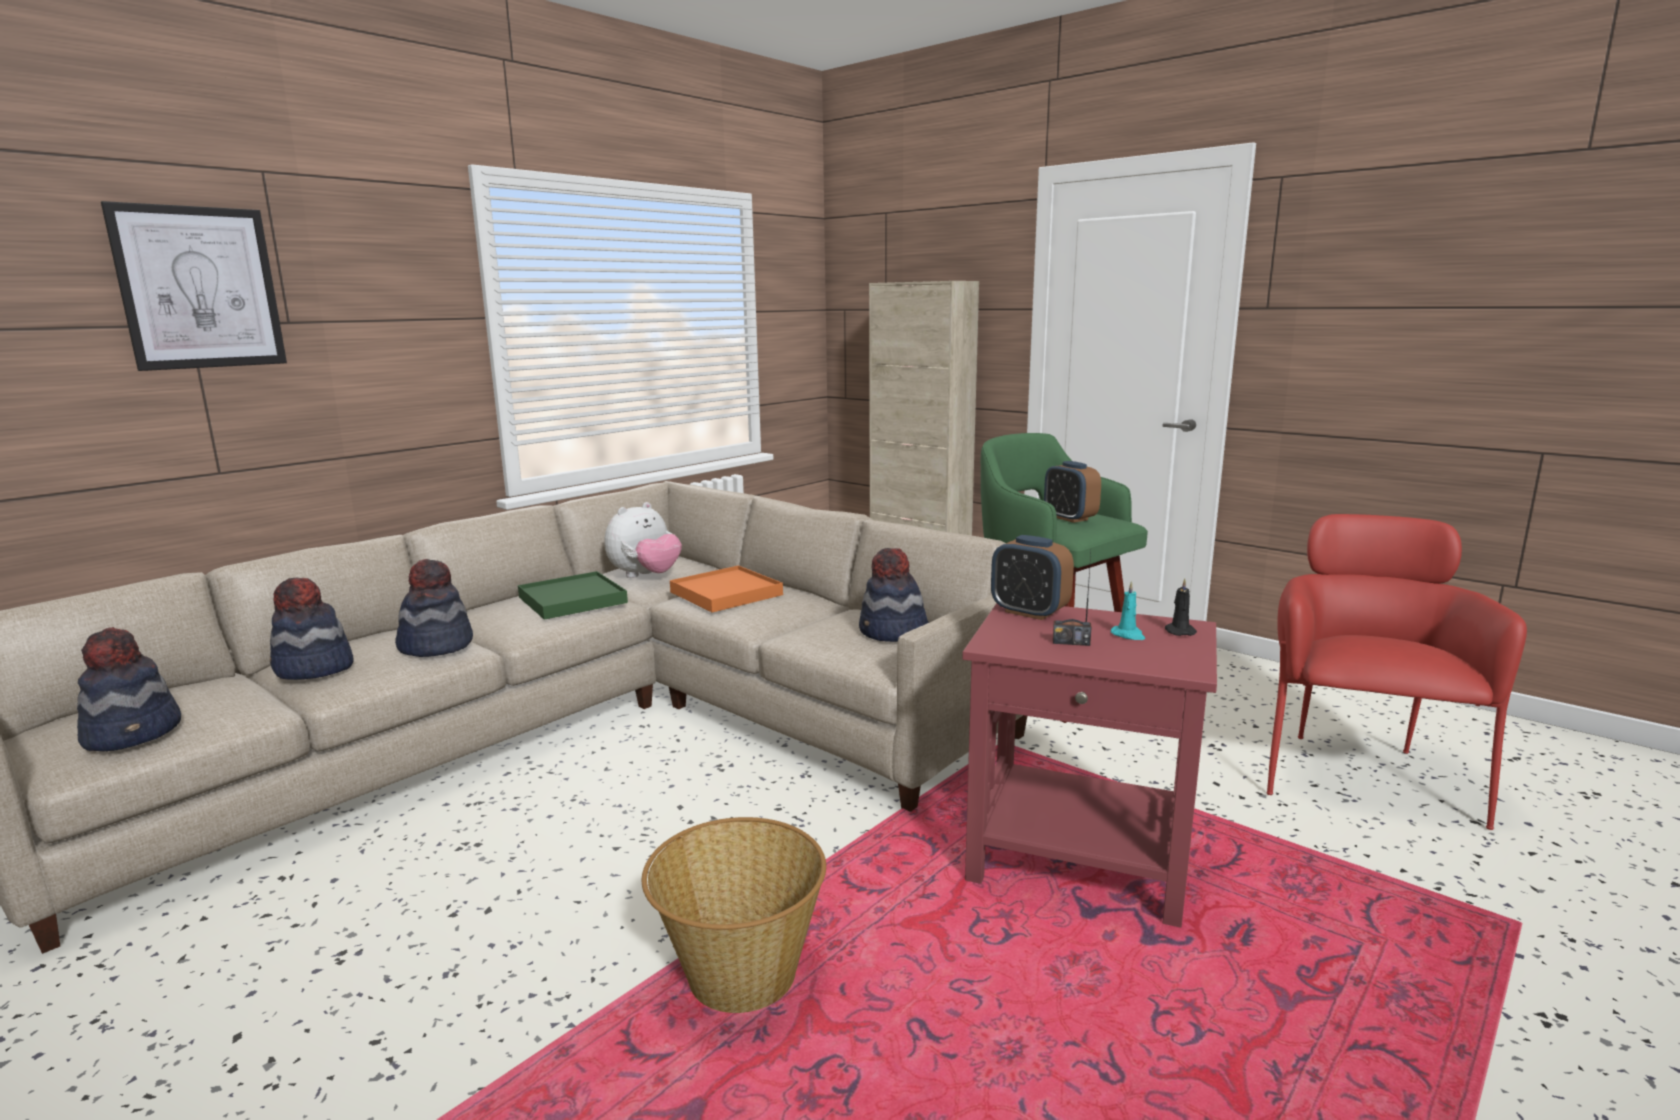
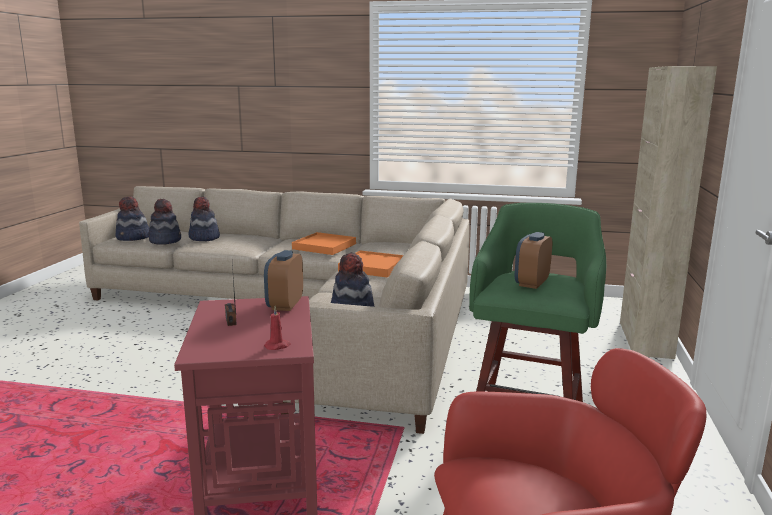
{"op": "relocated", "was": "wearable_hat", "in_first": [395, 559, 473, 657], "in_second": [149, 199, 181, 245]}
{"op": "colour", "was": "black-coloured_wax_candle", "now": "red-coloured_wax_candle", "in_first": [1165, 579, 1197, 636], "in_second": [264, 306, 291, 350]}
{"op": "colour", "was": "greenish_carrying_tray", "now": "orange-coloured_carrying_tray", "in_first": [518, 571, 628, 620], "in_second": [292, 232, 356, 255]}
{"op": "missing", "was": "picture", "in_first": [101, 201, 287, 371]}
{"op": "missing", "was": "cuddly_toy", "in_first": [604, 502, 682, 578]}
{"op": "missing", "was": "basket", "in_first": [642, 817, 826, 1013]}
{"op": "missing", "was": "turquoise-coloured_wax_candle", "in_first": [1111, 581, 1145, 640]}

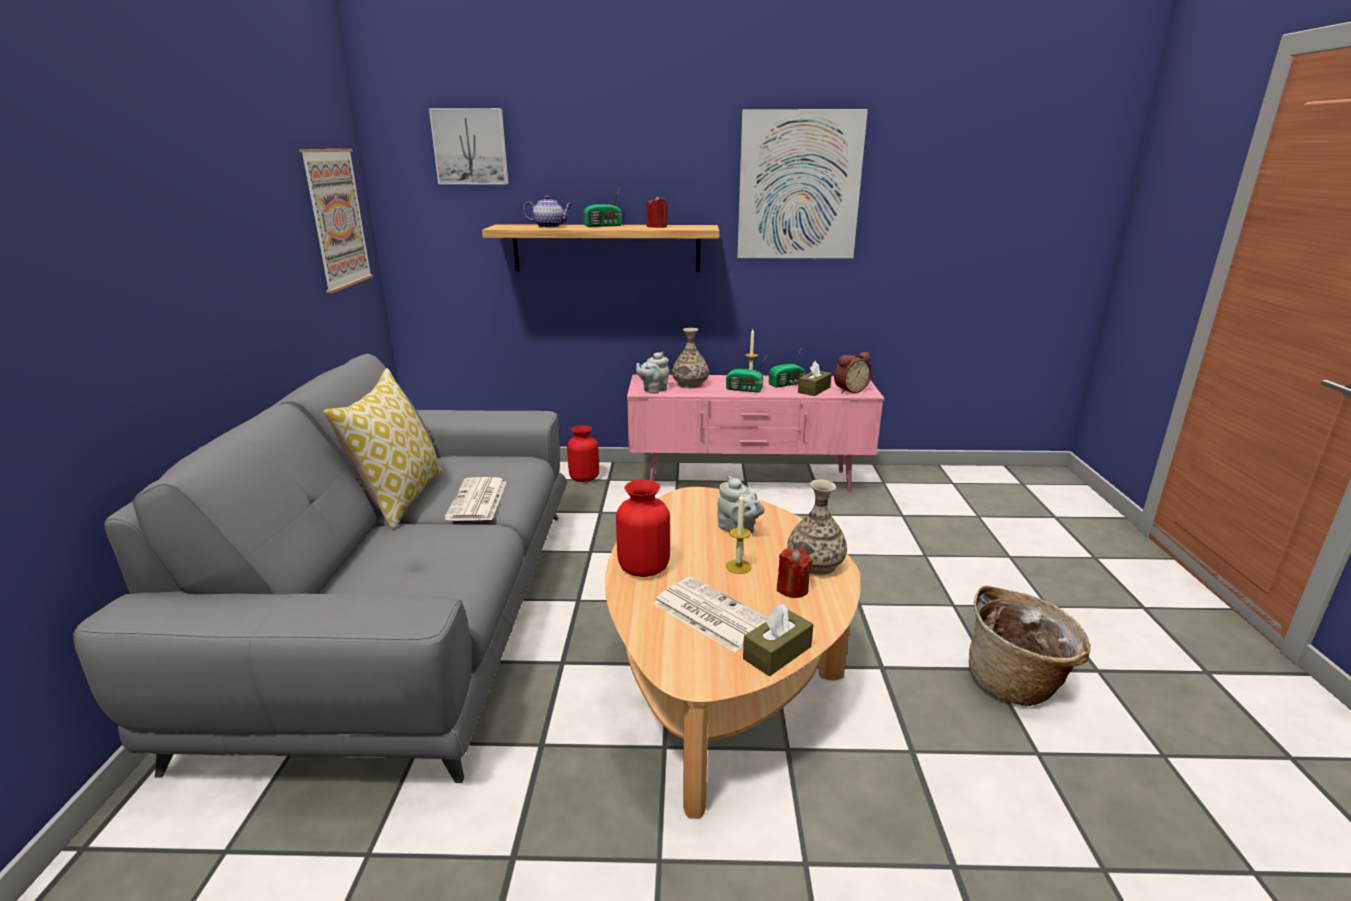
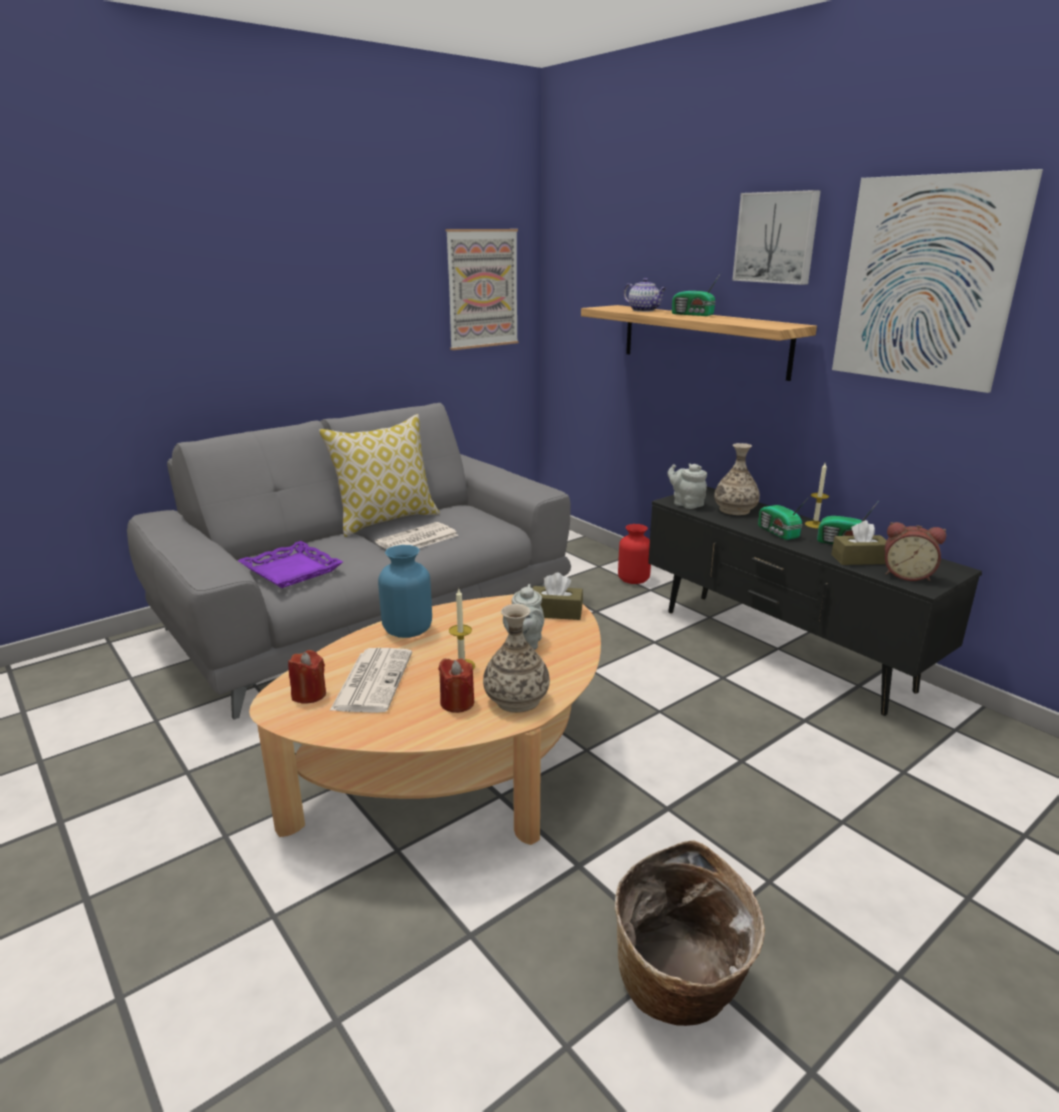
{"op": "appeared", "now": "purple-coloured_carrying_tray", "in_second": [238, 541, 343, 588]}
{"op": "relocated", "was": "red-coloured_wax_candle", "in_first": [646, 196, 668, 228], "in_second": [288, 650, 326, 704]}
{"op": "colour", "was": "red-coloured_vase", "now": "bluish_vase", "in_first": [616, 479, 670, 577], "in_second": [378, 545, 432, 638]}
{"op": "relocated", "was": "brown-coloured_box_of_tissues", "in_first": [743, 604, 813, 676], "in_second": [533, 573, 583, 620]}
{"op": "colour", "was": "pinkish_tv_unit", "now": "black-coloured_tv_unit", "in_first": [627, 374, 884, 492], "in_second": [648, 487, 982, 716]}
{"op": "spun", "was": "gray_pot_for_tea", "in_first": [636, 352, 669, 394], "in_second": [667, 463, 707, 509], "clockwise": 45}
{"op": "relocated", "was": "picture", "in_first": [429, 108, 508, 184], "in_second": [732, 190, 821, 285]}

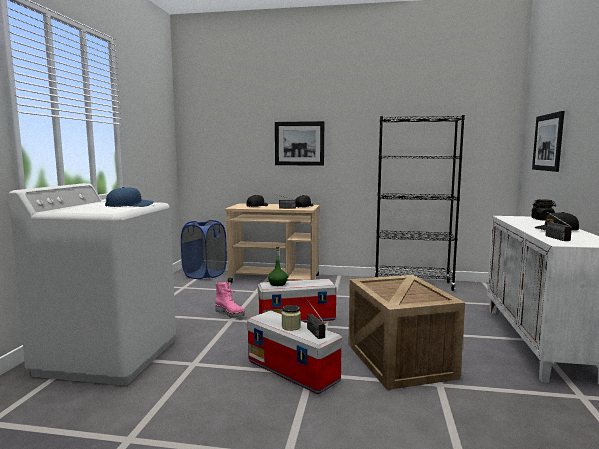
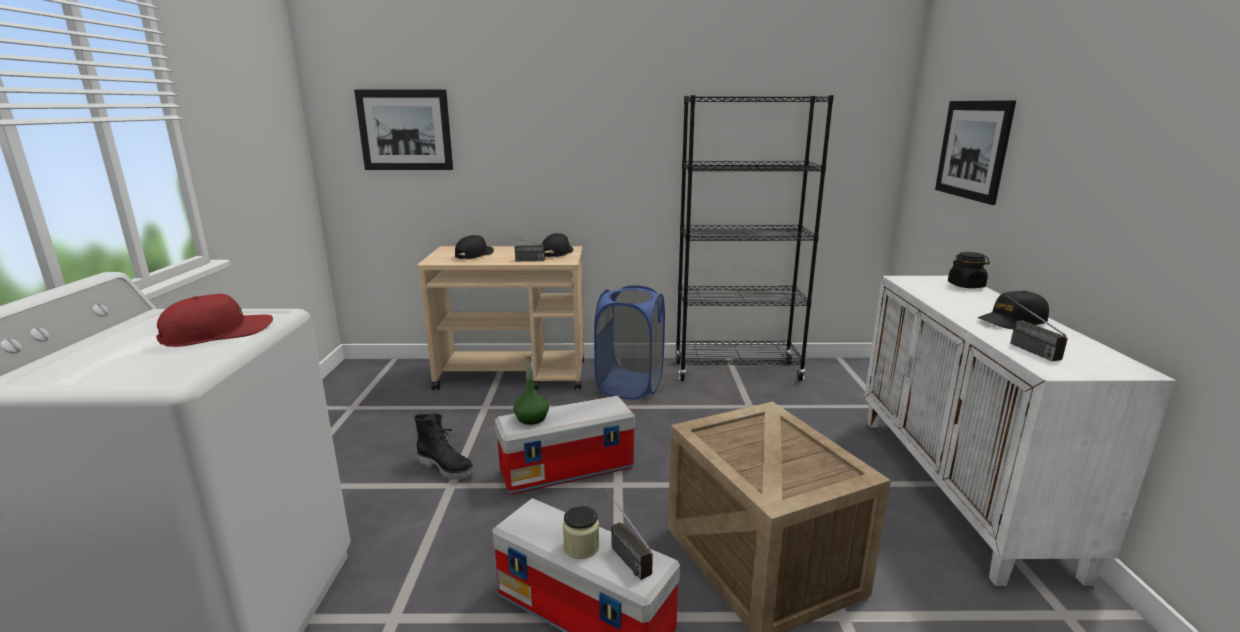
{"op": "colour", "was": "bluish_peaked_cap", "now": "red-coloured_peaked_cap", "in_first": [105, 187, 154, 207], "in_second": [156, 294, 273, 347]}
{"op": "relocated", "was": "picture", "in_first": [275, 121, 324, 165], "in_second": [354, 89, 453, 170]}
{"op": "colour", "was": "pinkish_high-top_boot", "now": "black-coloured_high-top_boot", "in_first": [215, 282, 245, 318], "in_second": [414, 414, 474, 480]}
{"op": "relocated", "was": "bluish_washing_basket", "in_first": [181, 220, 227, 279], "in_second": [594, 285, 665, 400]}

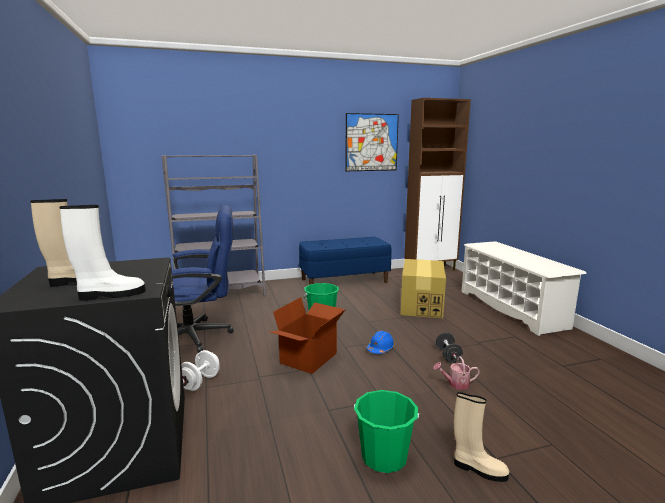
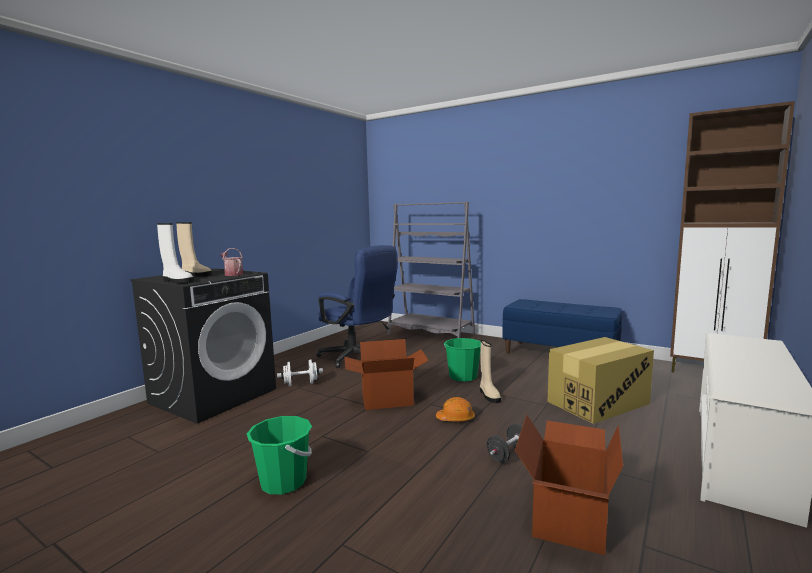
{"op": "relocated", "was": "sprinkling_can", "in_first": [434, 356, 480, 390], "in_second": [220, 248, 244, 276]}
{"op": "colour", "was": "bluish_work_helmet", "now": "orange-coloured_work_helmet", "in_first": [367, 331, 395, 354], "in_second": [436, 397, 475, 422]}
{"op": "relocated", "was": "beige_high-top_boot", "in_first": [454, 392, 509, 482], "in_second": [480, 340, 501, 403]}
{"op": "appeared", "now": "packing_box", "in_second": [515, 415, 623, 555]}
{"op": "missing", "was": "picture", "in_first": [345, 113, 399, 171]}

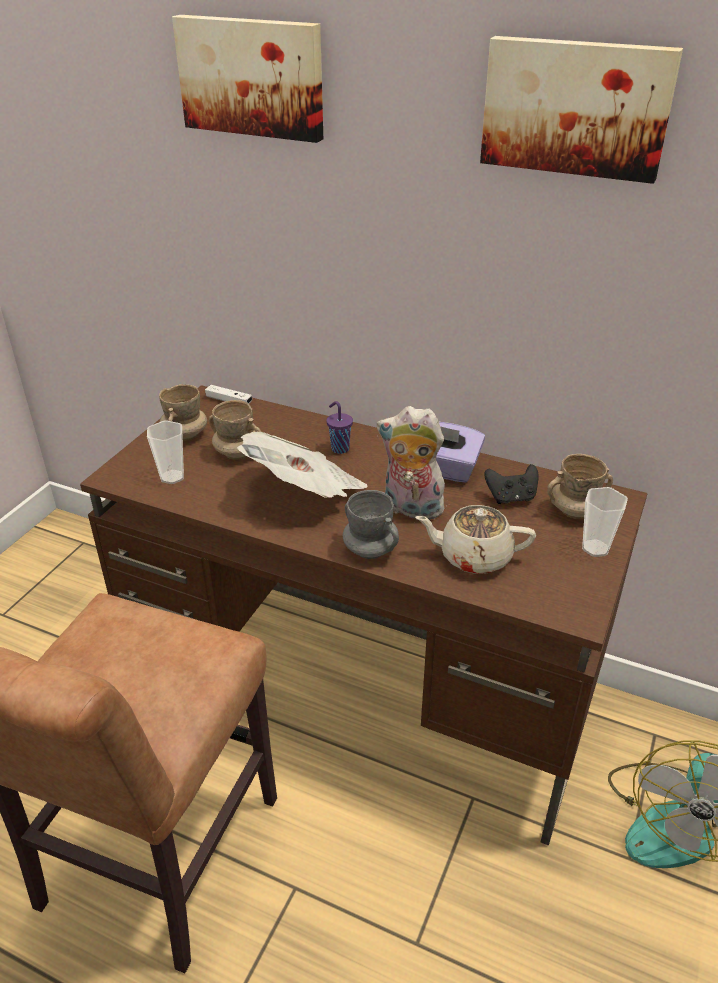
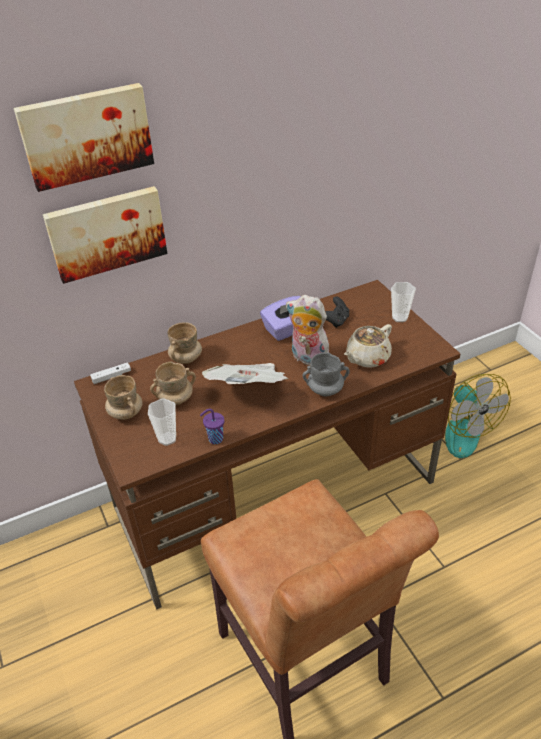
{"op": "relocated", "was": "picture", "in_first": [480, 36, 683, 184], "in_second": [43, 186, 167, 284]}
{"op": "relocated", "was": "beige_mug", "in_first": [547, 454, 613, 519], "in_second": [168, 322, 202, 364]}
{"op": "relocated", "was": "purple-coloured_small_cup", "in_first": [327, 401, 353, 454], "in_second": [200, 409, 224, 444]}
{"op": "spun", "was": "cuddly_toy", "in_first": [377, 406, 447, 523], "in_second": [286, 295, 329, 366], "clockwise": 60}

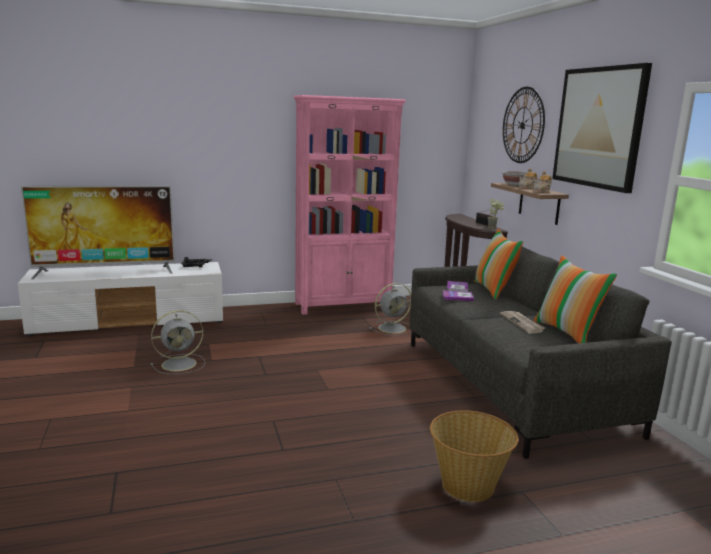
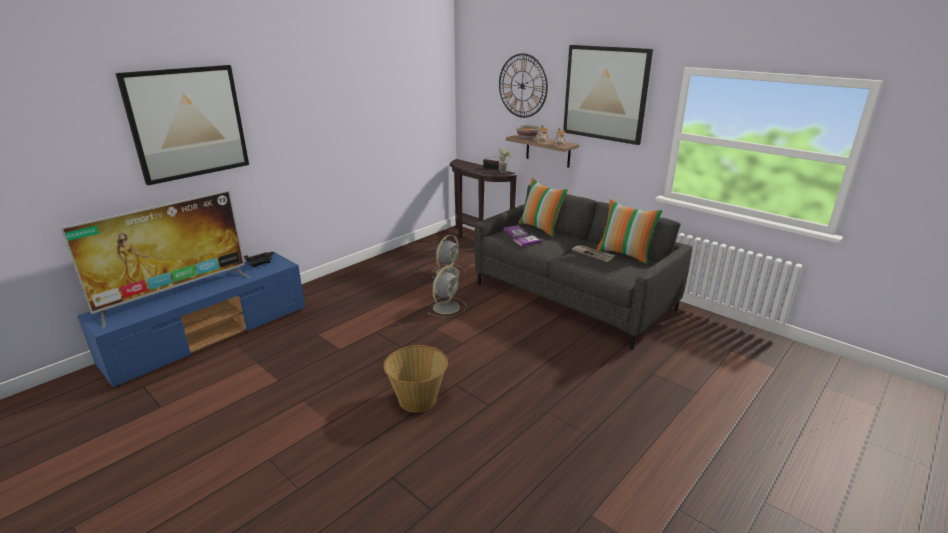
{"op": "colour", "was": "white_tv_unit", "now": "bluish_tv_unit", "in_first": [18, 262, 223, 336], "in_second": [77, 252, 305, 387]}
{"op": "appeared", "now": "picture", "in_second": [115, 65, 249, 185]}
{"op": "relocated", "was": "basket", "in_first": [430, 410, 518, 502], "in_second": [384, 345, 448, 412]}
{"op": "relocated", "was": "gray_electric_fan", "in_first": [151, 310, 205, 374], "in_second": [428, 265, 467, 317]}
{"op": "missing", "was": "pinkish_shelving_unit", "in_first": [293, 95, 406, 315]}

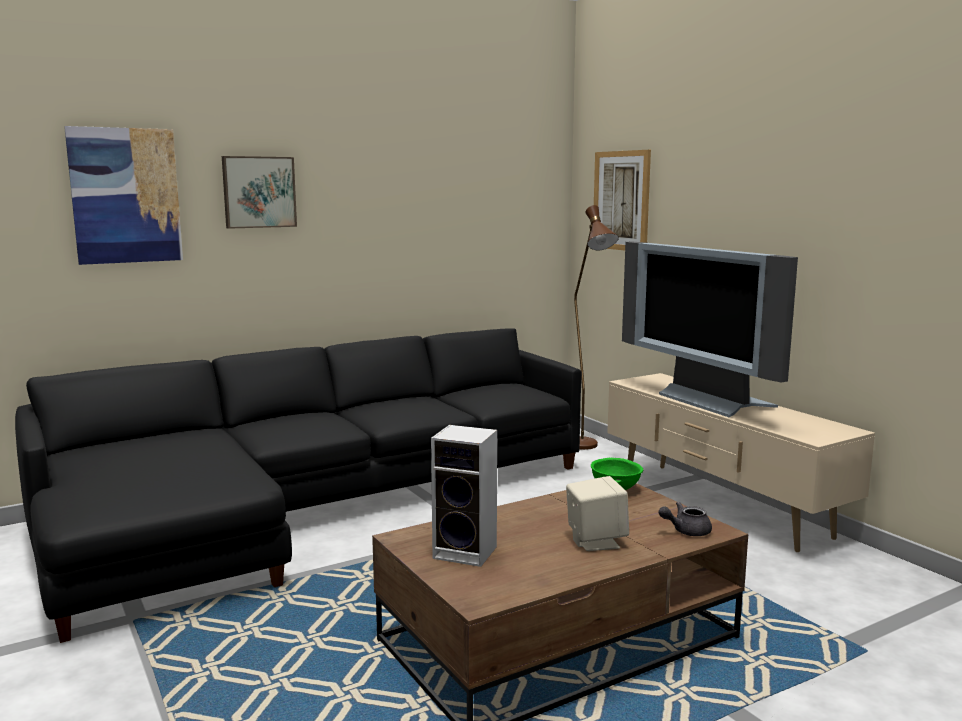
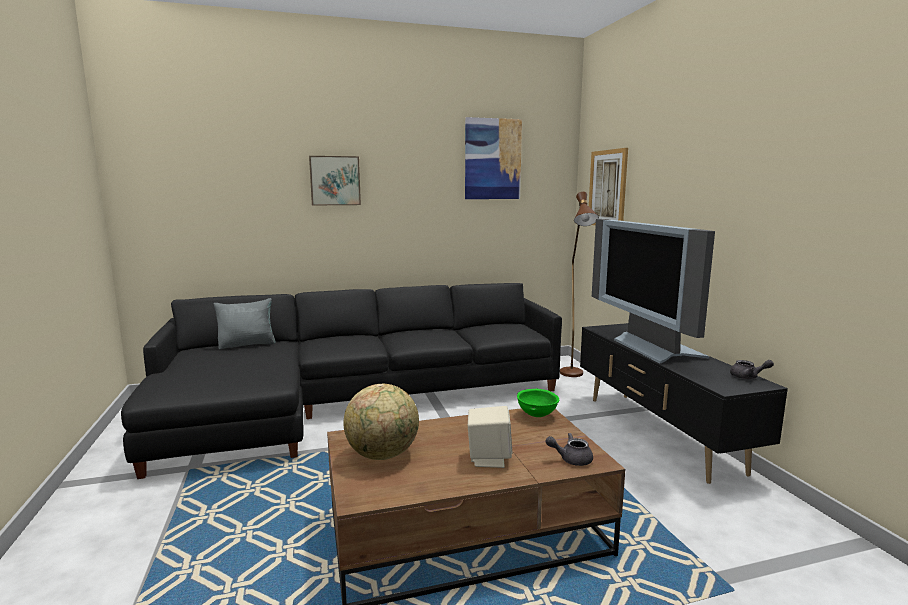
{"op": "appeared", "now": "gray_pillow", "in_second": [214, 298, 276, 349]}
{"op": "exchanged", "was": "loudspeaker", "now": "world_globe", "in_first": [431, 425, 497, 567], "in_second": [343, 384, 419, 460]}
{"op": "relocated", "was": "picture", "in_first": [64, 126, 183, 265], "in_second": [465, 117, 522, 199]}
{"op": "colour", "was": "beige_tv_unit", "now": "black-coloured_tv_unit", "in_first": [607, 373, 875, 552], "in_second": [580, 323, 788, 484]}
{"op": "appeared", "now": "gray_pot_for_tea", "in_second": [730, 360, 774, 379]}

